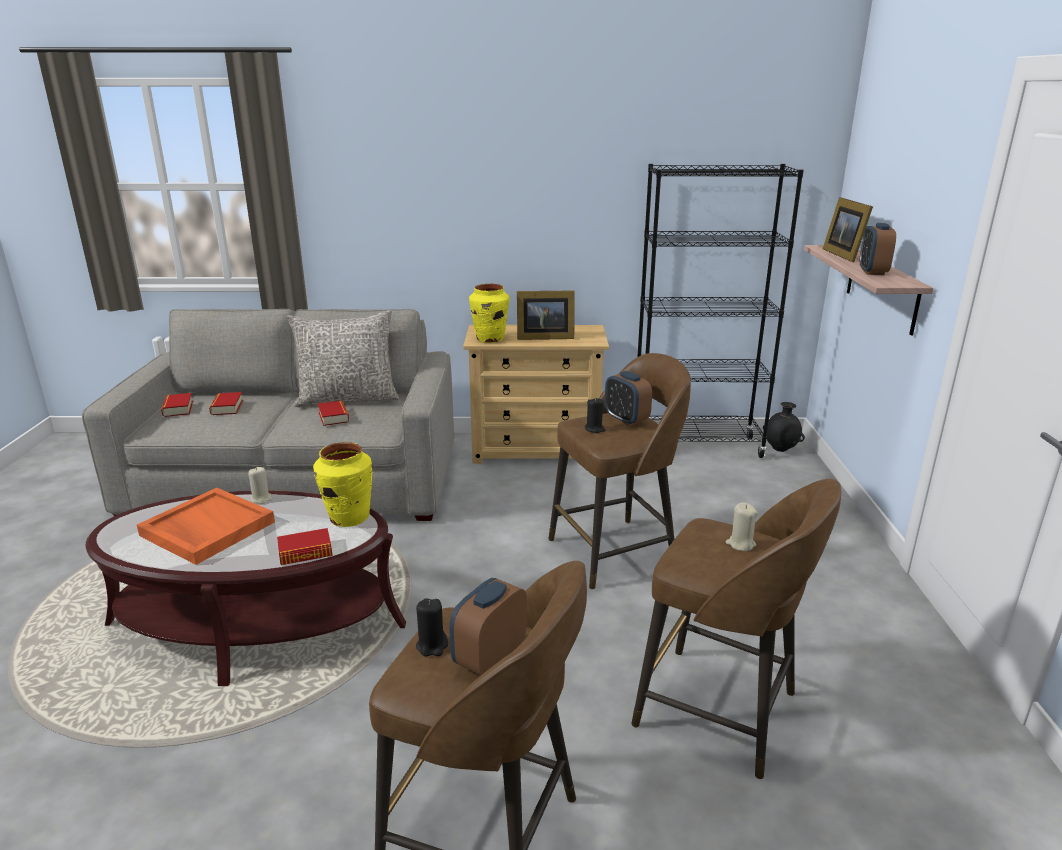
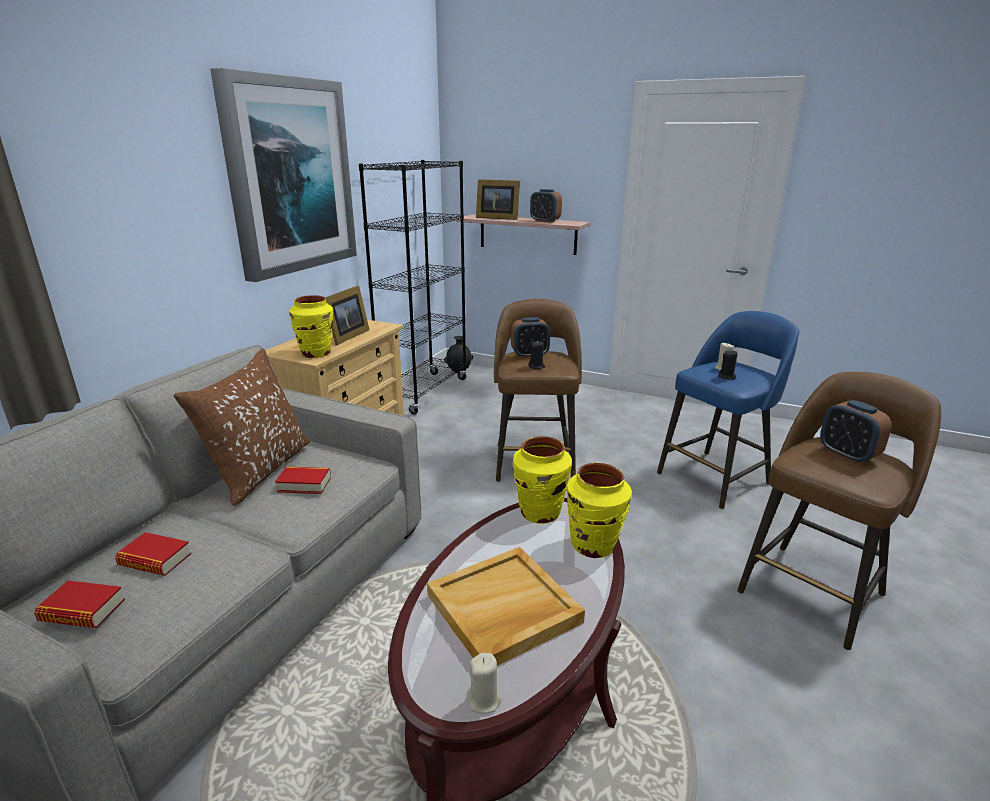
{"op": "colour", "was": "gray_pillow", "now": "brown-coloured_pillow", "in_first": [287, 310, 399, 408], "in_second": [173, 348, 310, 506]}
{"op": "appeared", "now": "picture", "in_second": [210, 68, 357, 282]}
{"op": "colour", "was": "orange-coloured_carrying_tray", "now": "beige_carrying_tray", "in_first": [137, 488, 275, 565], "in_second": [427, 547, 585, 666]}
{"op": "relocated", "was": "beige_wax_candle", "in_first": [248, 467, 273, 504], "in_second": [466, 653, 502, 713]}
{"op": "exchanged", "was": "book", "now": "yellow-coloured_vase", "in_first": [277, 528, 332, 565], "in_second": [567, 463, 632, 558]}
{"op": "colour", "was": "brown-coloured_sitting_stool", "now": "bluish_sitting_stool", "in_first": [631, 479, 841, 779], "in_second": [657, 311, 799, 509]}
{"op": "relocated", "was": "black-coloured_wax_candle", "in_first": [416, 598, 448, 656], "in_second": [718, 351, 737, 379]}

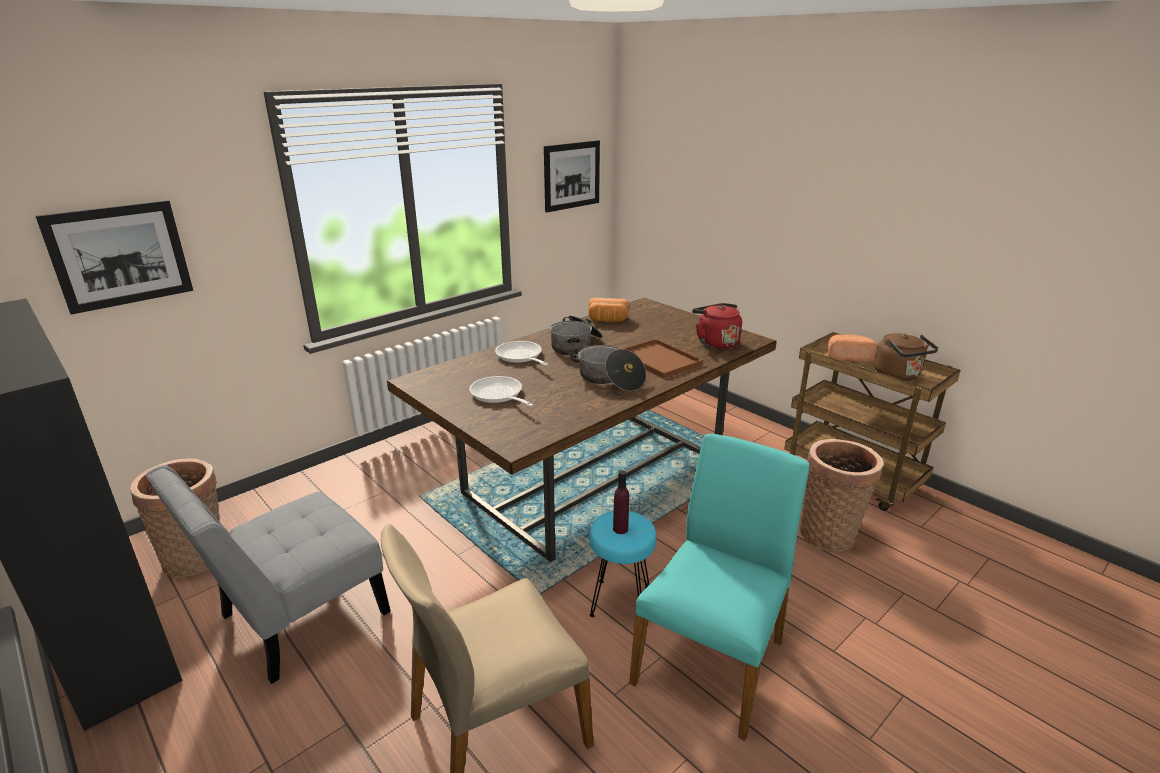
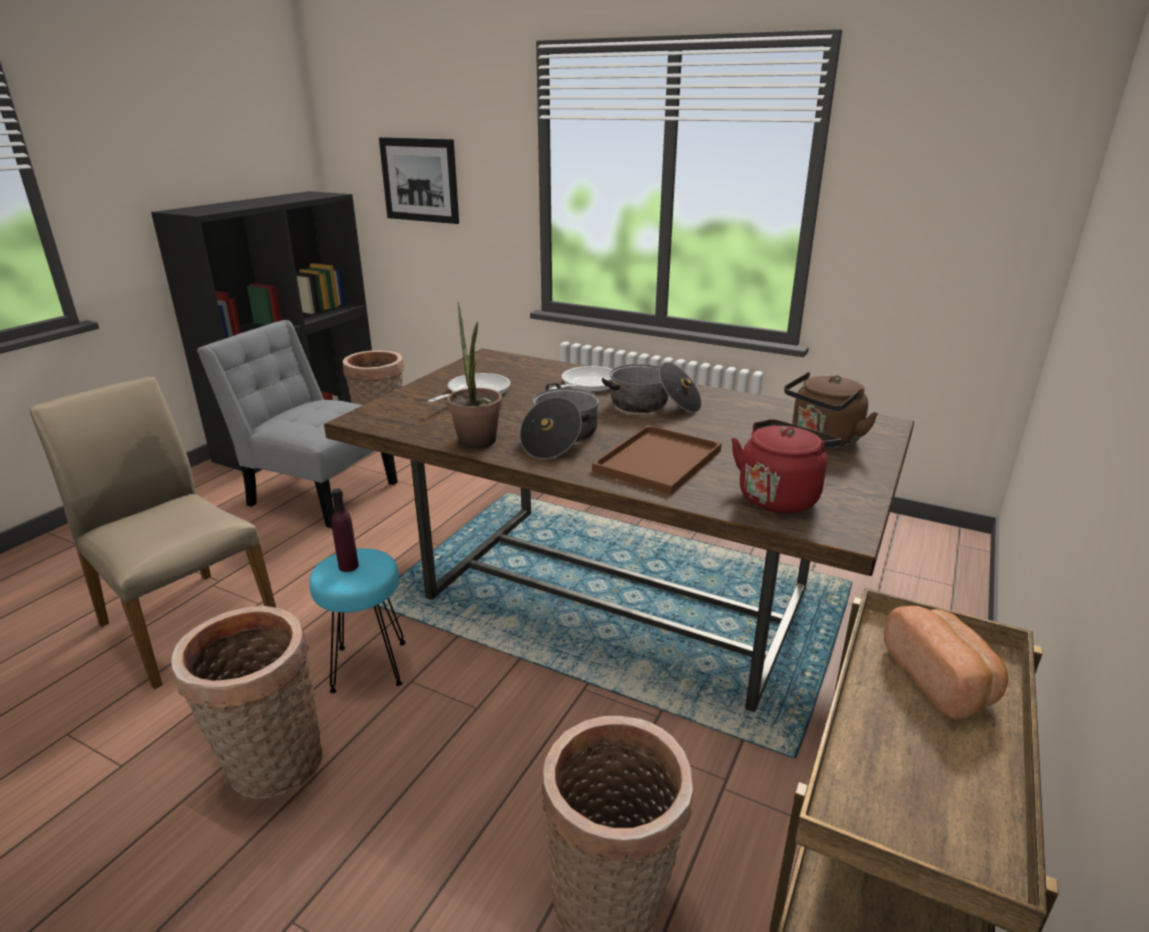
{"op": "exchanged", "was": "turquoise-coloured_plain_chair", "now": "basket", "in_first": [629, 434, 810, 741], "in_second": [171, 606, 323, 799]}
{"op": "appeared", "now": "potted_plant", "in_second": [447, 302, 502, 449]}
{"op": "relocated", "was": "brown-coloured_kettle", "in_first": [874, 333, 939, 381], "in_second": [784, 372, 878, 448]}
{"op": "missing", "was": "picture", "in_first": [544, 140, 600, 212]}
{"op": "missing", "was": "bread", "in_first": [588, 298, 629, 322]}

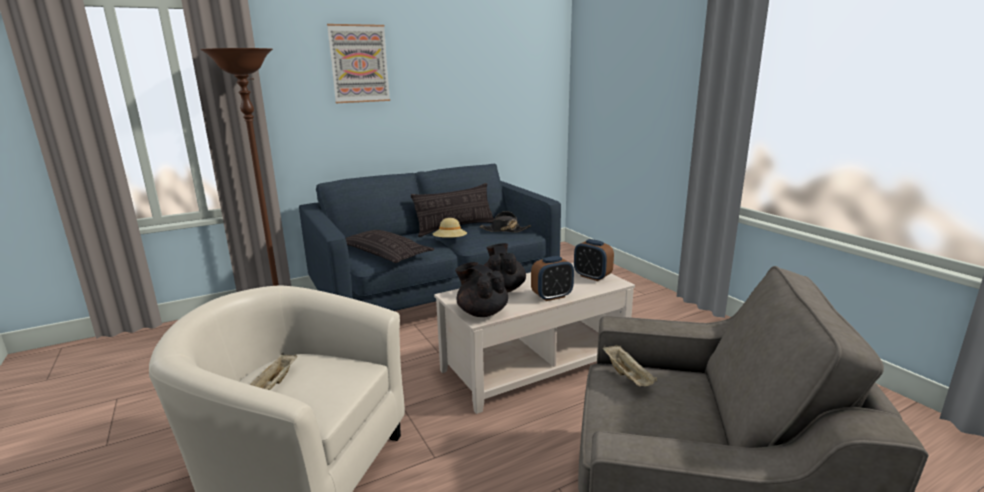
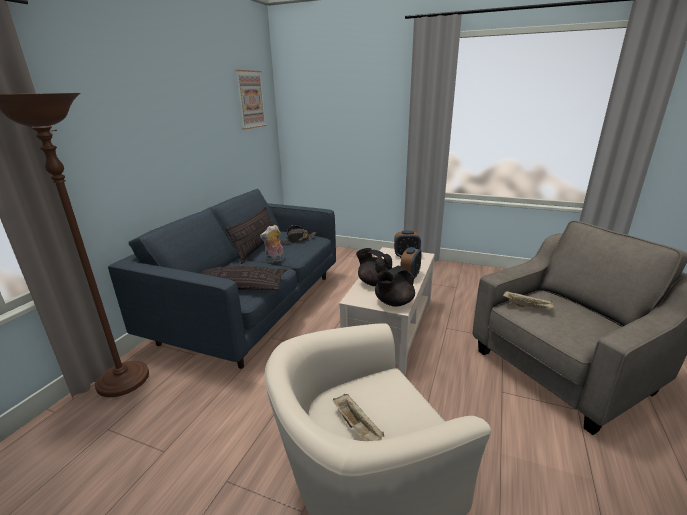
{"op": "relocated", "was": "picture", "in_first": [327, 24, 390, 103], "in_second": [235, 70, 267, 130]}
{"op": "exchanged", "was": "beige_wearable_hat", "now": "cuddly_toy", "in_first": [433, 218, 467, 238], "in_second": [260, 225, 284, 263]}
{"op": "spun", "was": "black-coloured_pot_for_tea", "in_first": [455, 262, 508, 317], "in_second": [375, 265, 415, 307], "clockwise": -45}

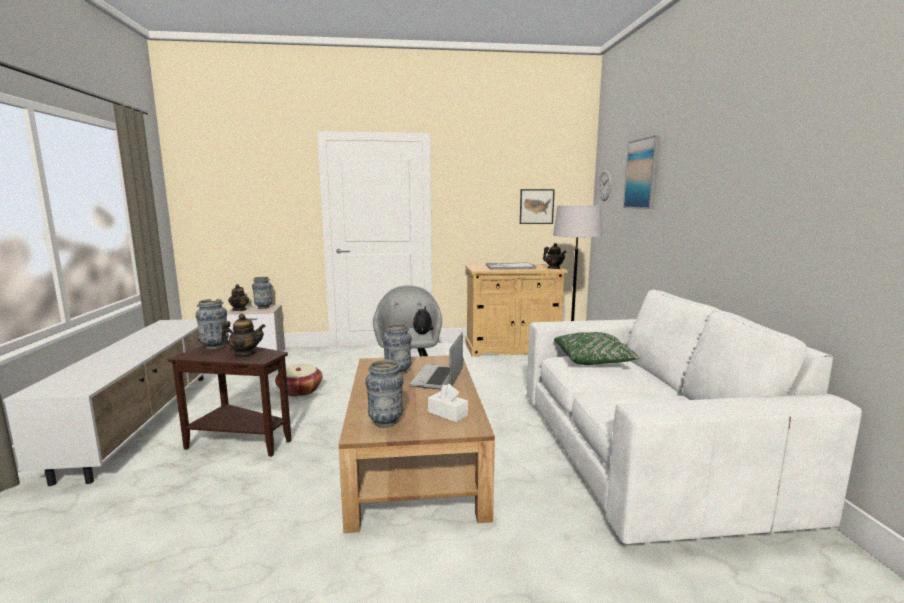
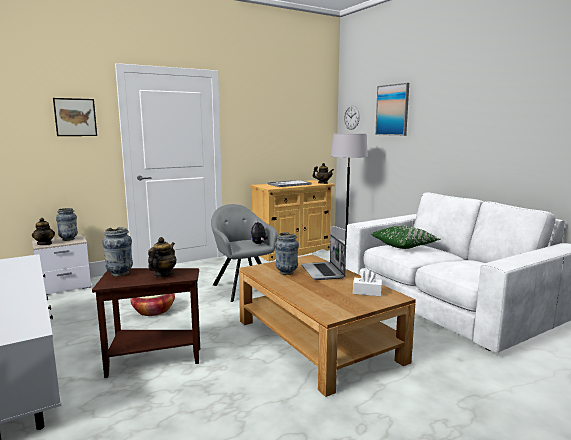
{"op": "relocated", "was": "picture", "in_first": [520, 189, 555, 224], "in_second": [53, 98, 97, 136]}
{"op": "spun", "was": "pot_for_tea", "in_first": [221, 314, 266, 356], "in_second": [148, 237, 176, 277], "clockwise": -45}
{"op": "missing", "was": "vase", "in_first": [366, 360, 404, 428]}

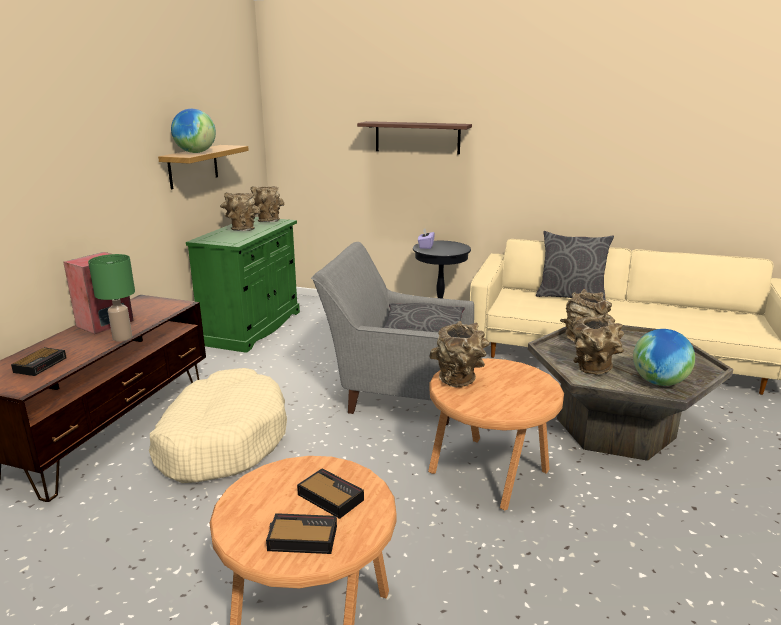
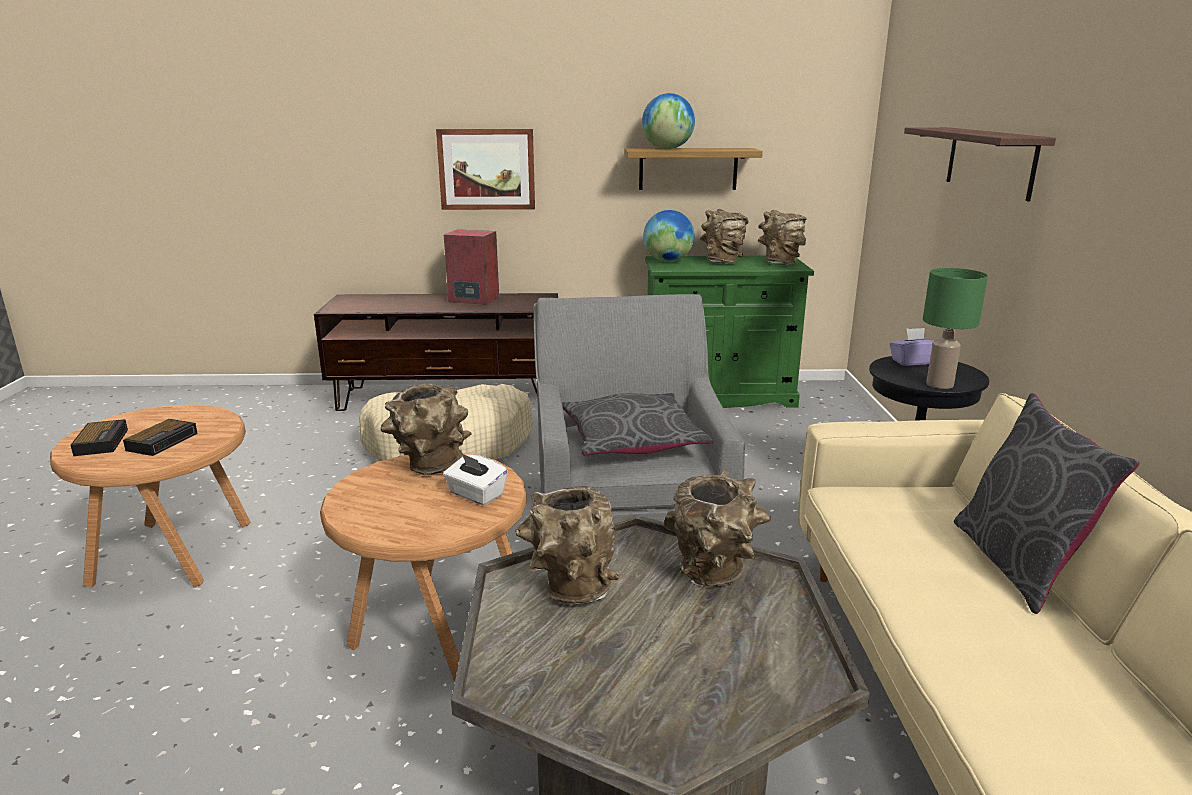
{"op": "appeared", "now": "picture", "in_second": [436, 129, 535, 210]}
{"op": "appeared", "now": "white_box_of_tissues", "in_second": [443, 453, 508, 505]}
{"op": "relocated", "was": "world_globe", "in_first": [633, 329, 695, 386], "in_second": [643, 210, 694, 262]}
{"op": "relocated", "was": "greenish_table_lamp", "in_first": [88, 254, 135, 341], "in_second": [923, 268, 988, 389]}
{"op": "missing", "was": "bedside_clock", "in_first": [11, 347, 67, 376]}

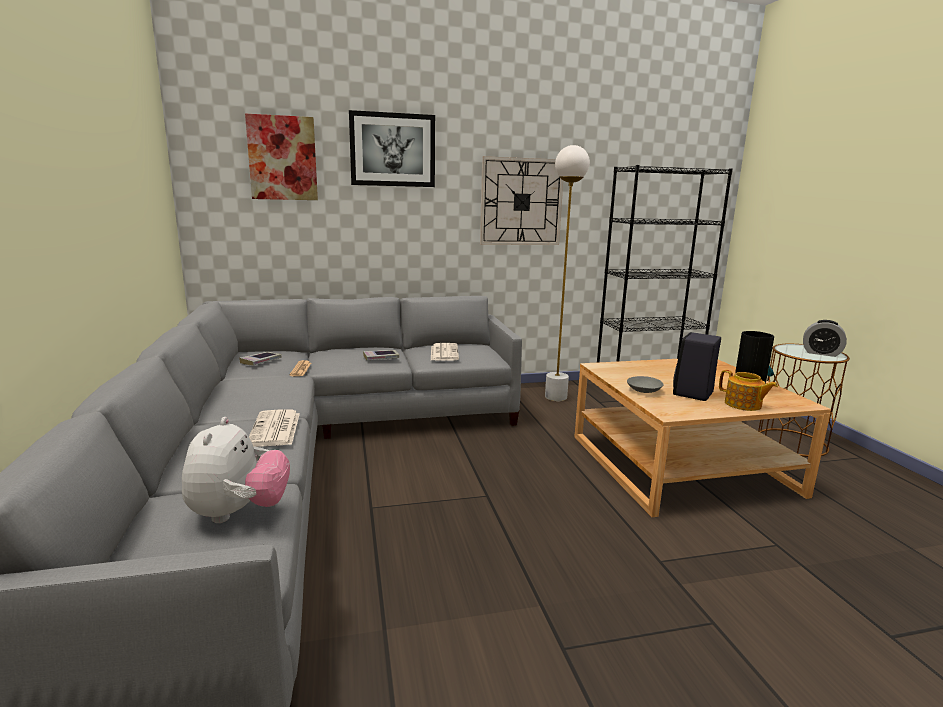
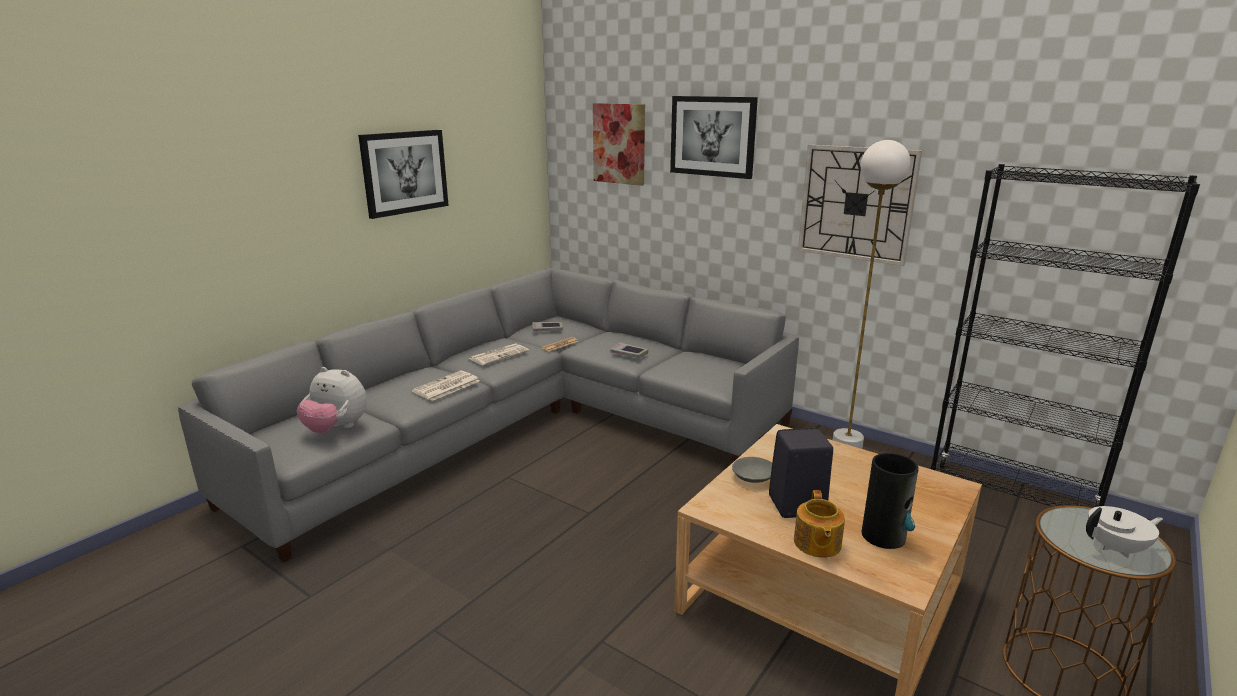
{"op": "spun", "was": "cuddly_toy", "in_first": [182, 417, 290, 523], "in_second": [297, 367, 367, 433], "clockwise": 60}
{"op": "appeared", "now": "picture", "in_second": [358, 130, 449, 219]}
{"op": "relocated", "was": "daily_paper", "in_first": [431, 343, 459, 361], "in_second": [469, 343, 529, 366]}
{"op": "exchanged", "was": "bedside_clock", "now": "white_pot_for_tea", "in_first": [803, 320, 847, 357], "in_second": [1086, 506, 1163, 558]}

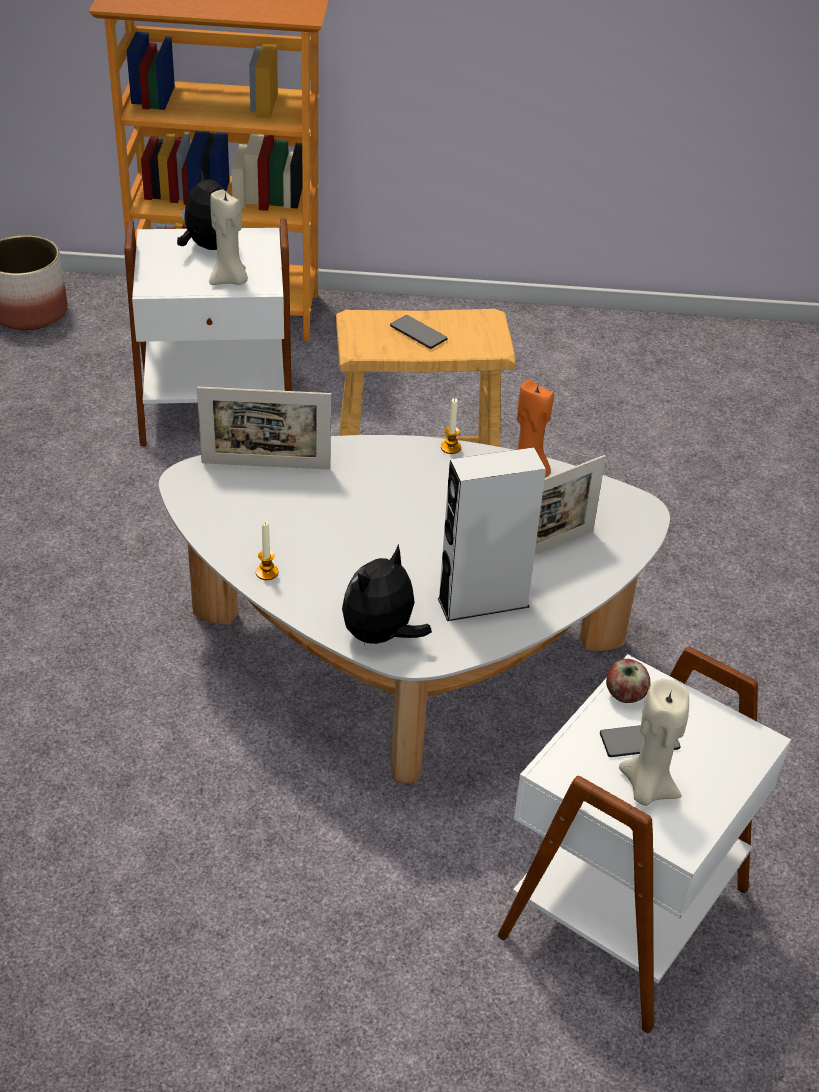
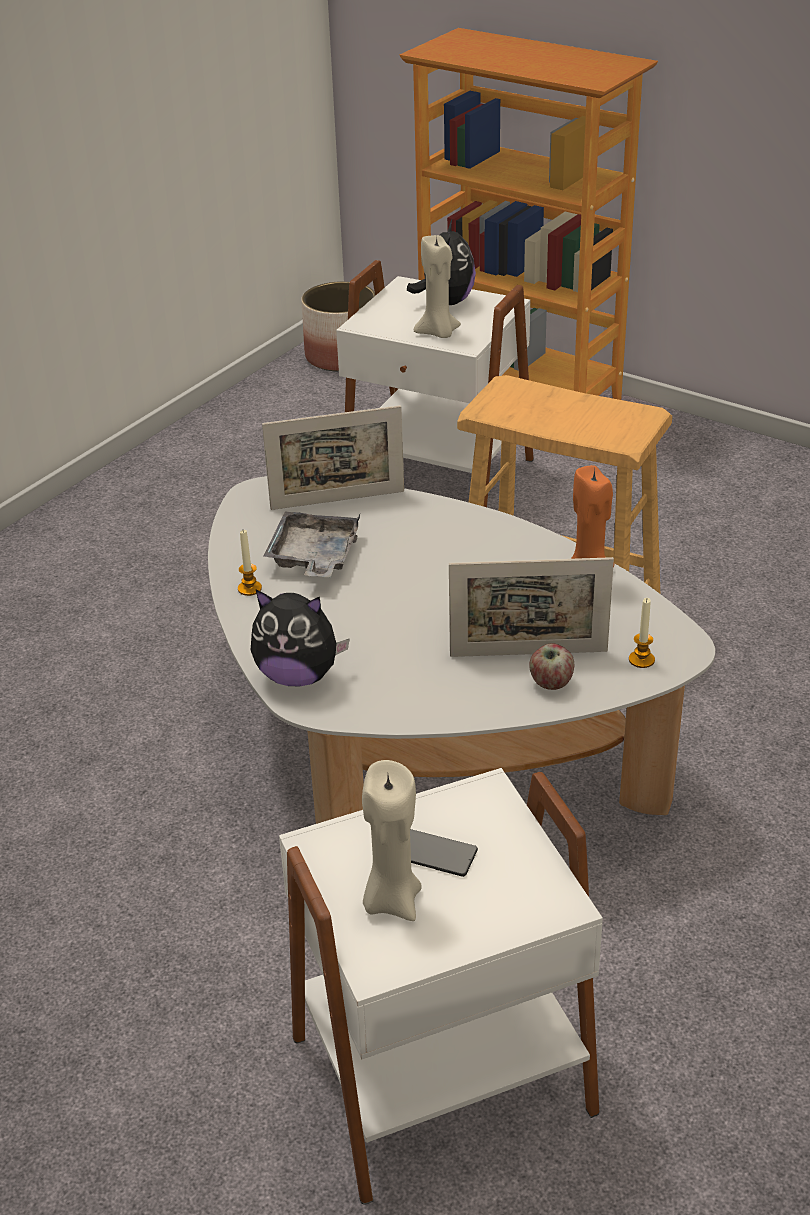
{"op": "spun", "was": "cuddly_toy", "in_first": [342, 544, 432, 649], "in_second": [251, 590, 350, 686], "clockwise": -150}
{"op": "spun", "was": "standing_frame", "in_first": [197, 387, 331, 469], "in_second": [262, 405, 404, 510], "clockwise": -45}
{"op": "appeared", "now": "gray_carrying_tray", "in_second": [263, 511, 360, 577]}
{"op": "relocated", "was": "apple_fruit", "in_first": [606, 659, 651, 703], "in_second": [529, 644, 574, 690]}
{"op": "relocated", "was": "wax_candle", "in_first": [441, 398, 461, 454], "in_second": [629, 598, 655, 668]}
{"op": "missing", "was": "phone", "in_first": [390, 315, 448, 349]}
{"op": "missing", "was": "gray_loudspeaker", "in_first": [438, 447, 546, 621]}

